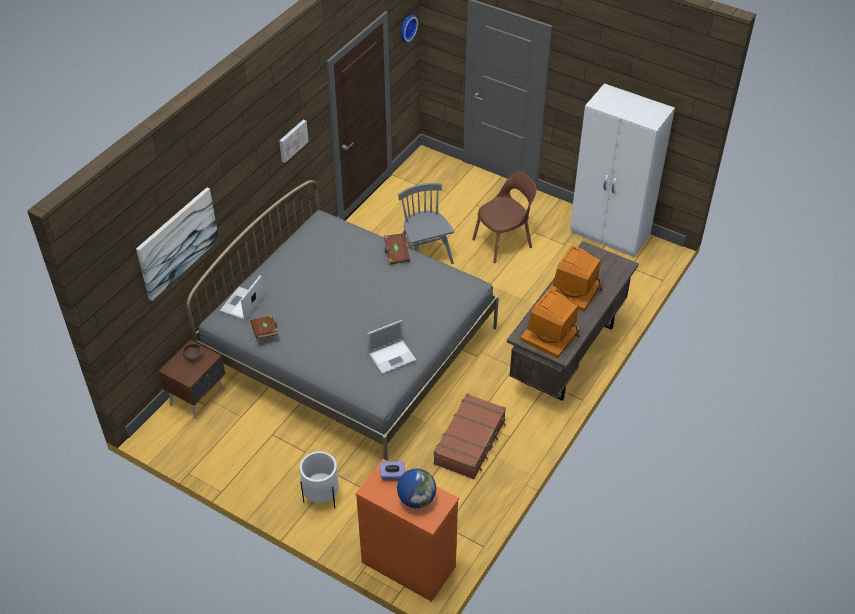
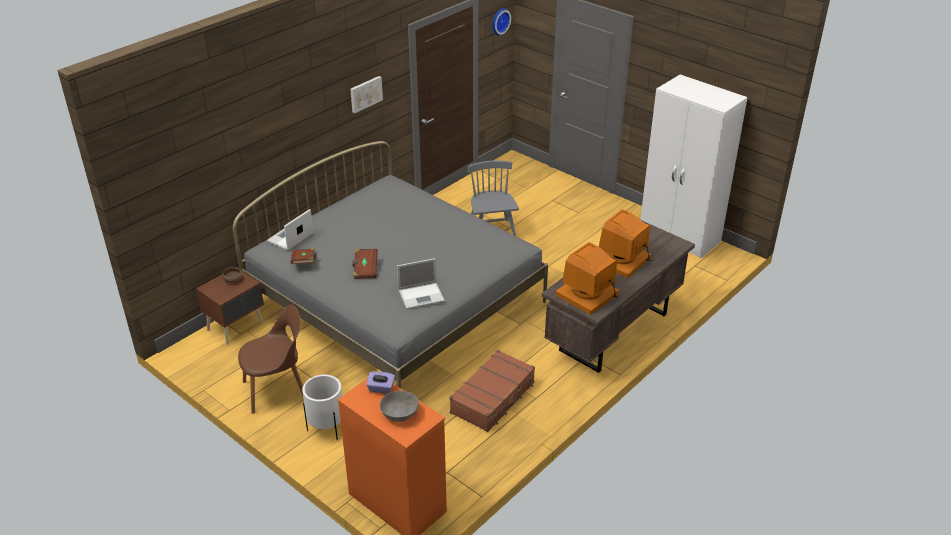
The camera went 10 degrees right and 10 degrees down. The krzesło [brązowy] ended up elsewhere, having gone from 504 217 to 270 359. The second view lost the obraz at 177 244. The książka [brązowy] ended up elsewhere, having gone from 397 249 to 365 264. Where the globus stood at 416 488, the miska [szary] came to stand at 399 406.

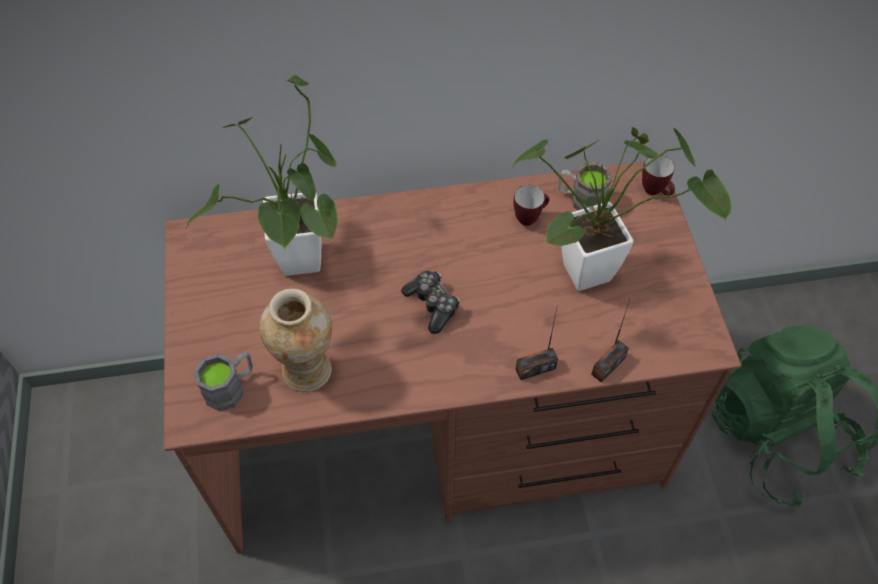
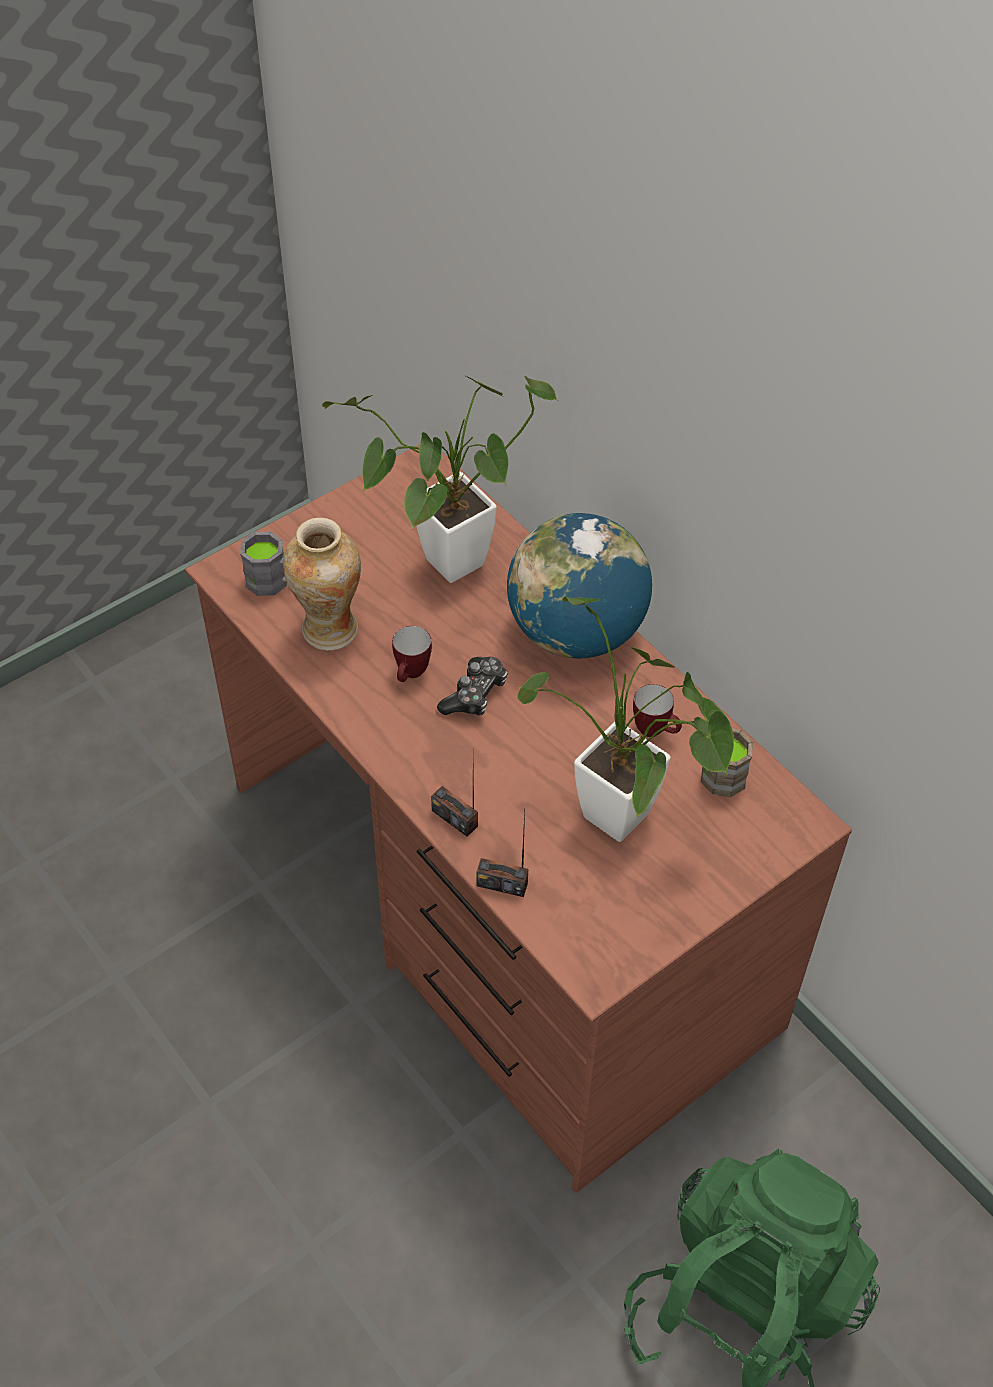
The camera went 60 degrees right and 5 degrees down. The kubek ended up elsewhere, having gone from 658 175 to 412 654. The second view gained the globus at 579 585.

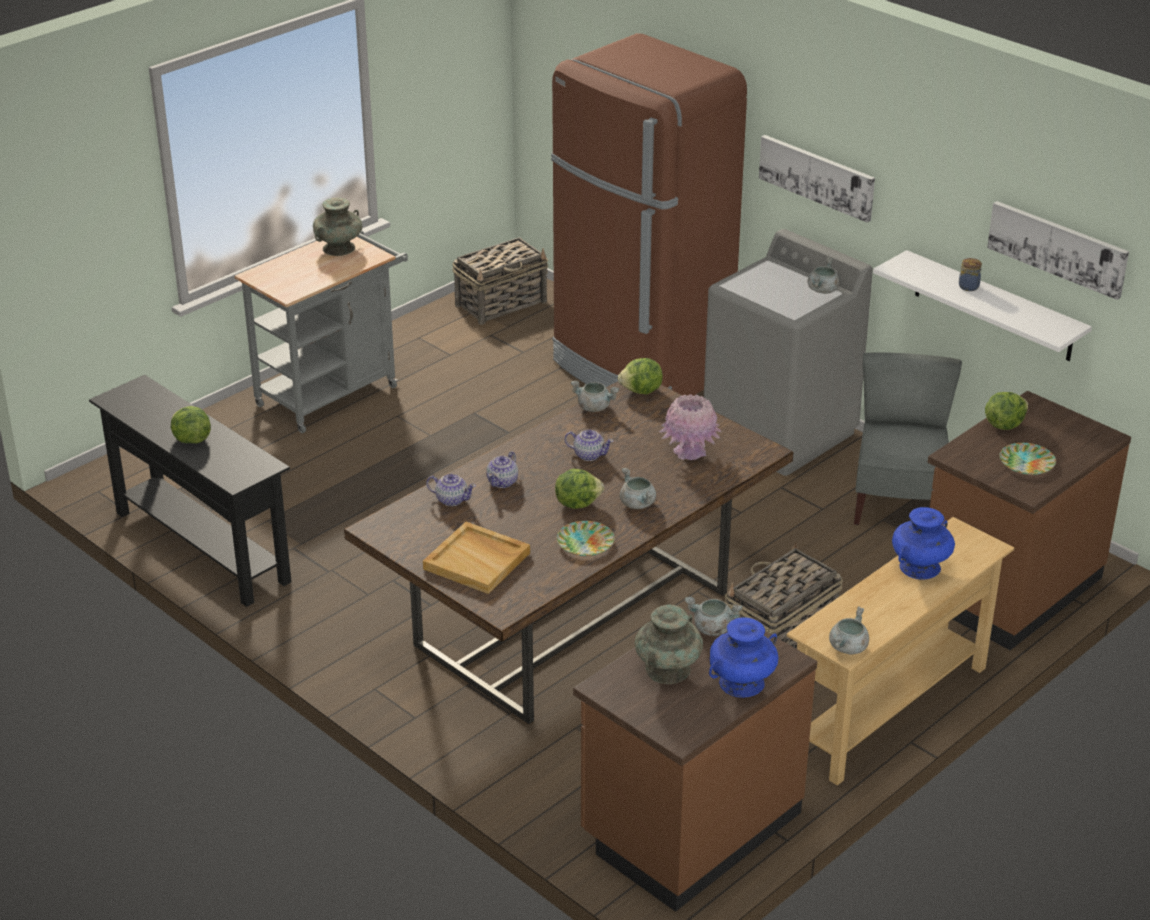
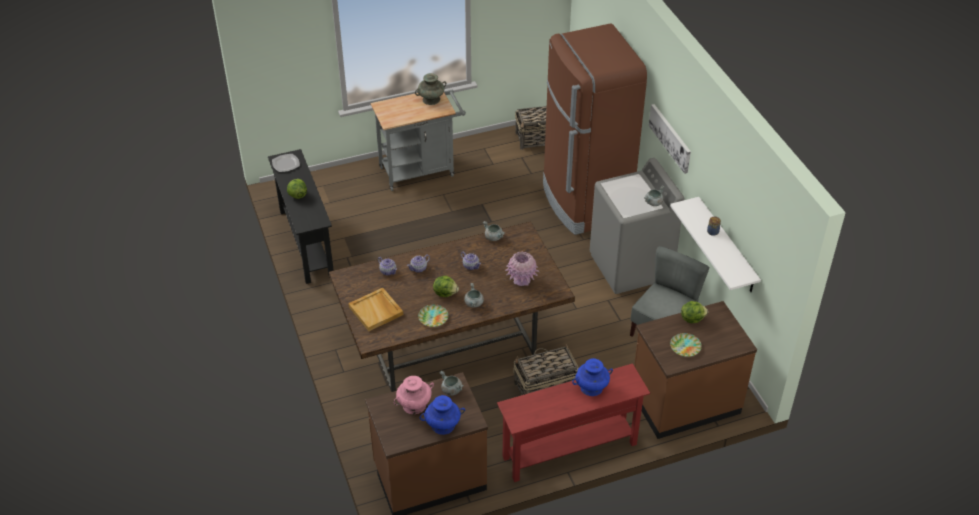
The camera went 25 degrees right and 10 degrees up. The second view lost the obraz at 1058 250. The second view lost the sałata at 640 376. What was the stolik konsolowy [beżowy] at 901 651 turned into the stolik konsolowy [czerwony] at 573 422. What was the wazon [turkusowy] at 669 644 turned into the wazon [różowy] at 414 395. The second view lost the garnek [szary] at 849 630. The second view gained the talerz at 286 163.

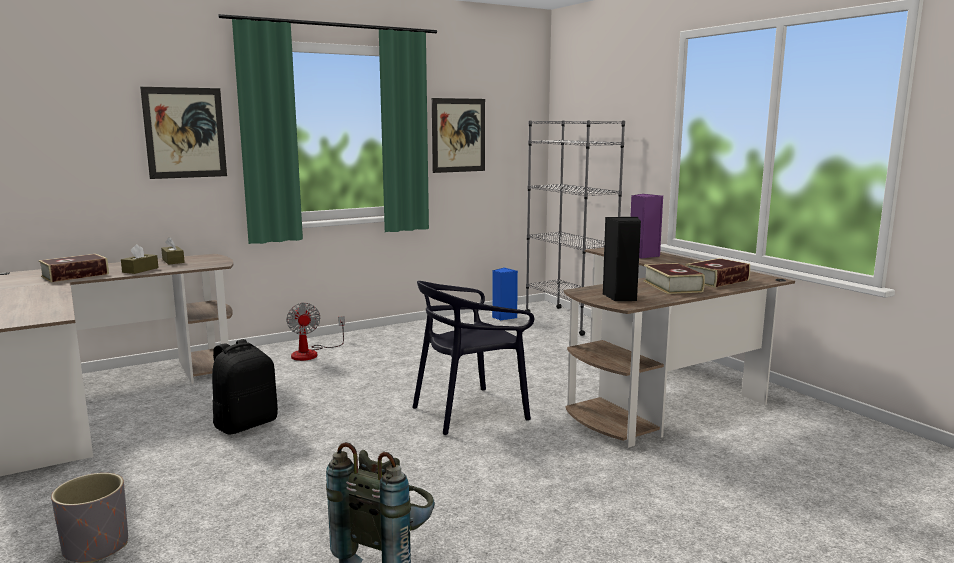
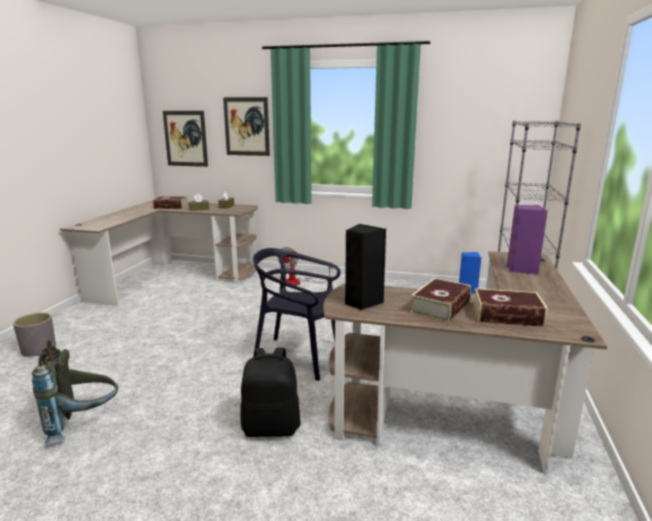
The camera went 45 degrees right and 5 degrees up. The obraz ended up elsewhere, having gone from 458 135 to 185 139. The plecak [czarny] ended up elsewhere, having gone from 245 387 to 270 392.

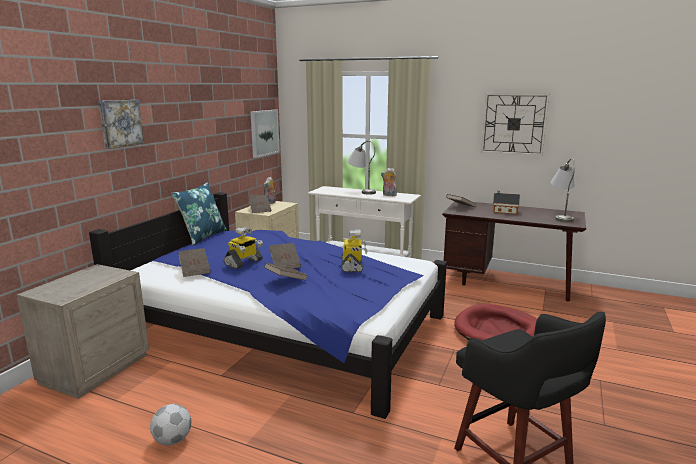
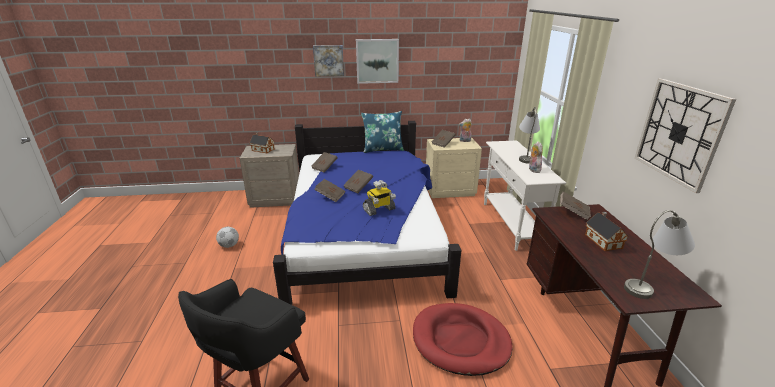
The camera went 60 degrees right and 10 degrees up. The obraz ended up elsewhere, having gone from 265 134 to 377 61. The second view lost the robot zabawkowy at 243 248. The second view gained the domek at 262 143.

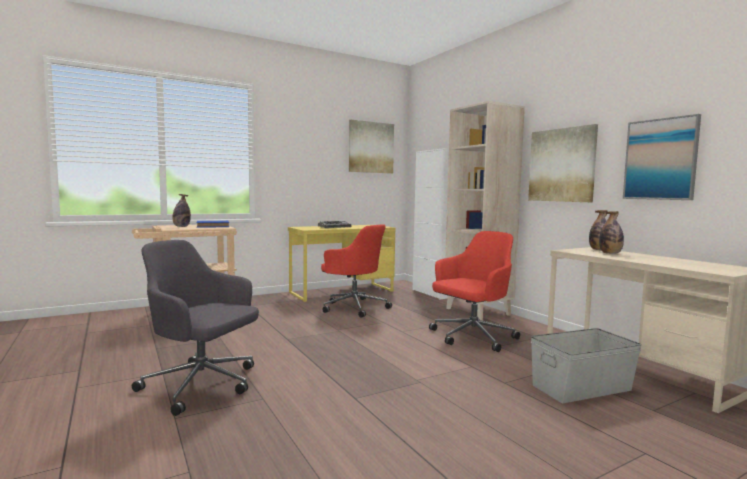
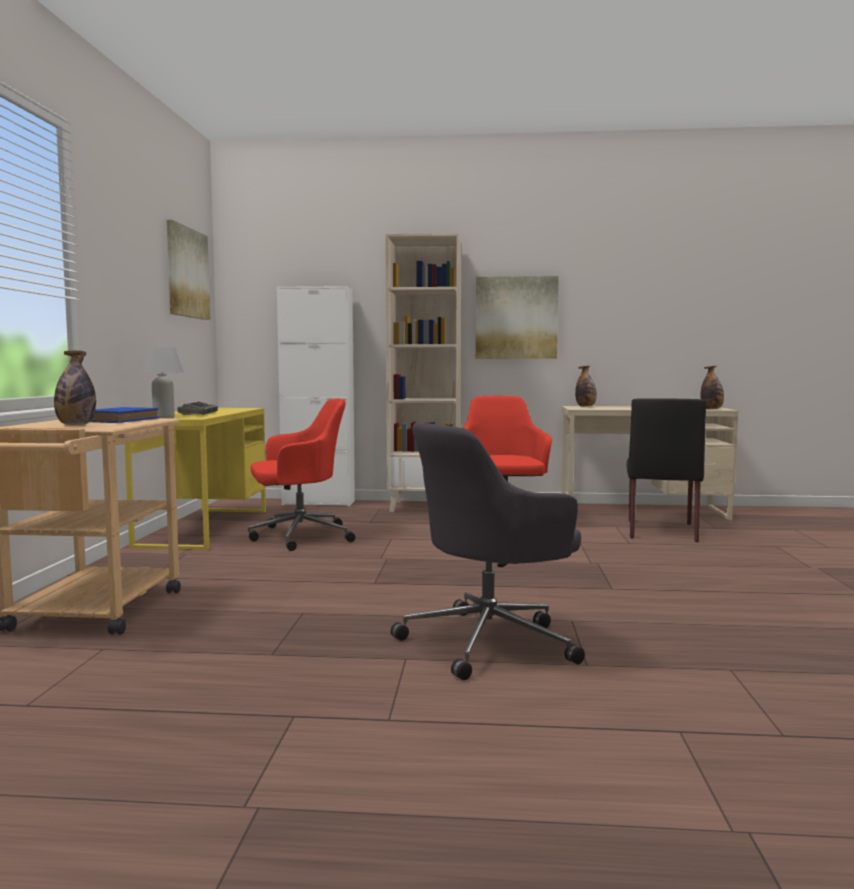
The camera went 55 degrees left and 0 degrees up. The second view lost the obraz at 662 157. The butelka ended up elsewhere, having gone from 611 232 to 712 387. Where the pojemnik do przechowywania [szary] stood at 586 365, the krzesło [czarny] came to stand at 666 470. The second view gained the lampa stołowa [biały] at 162 383.

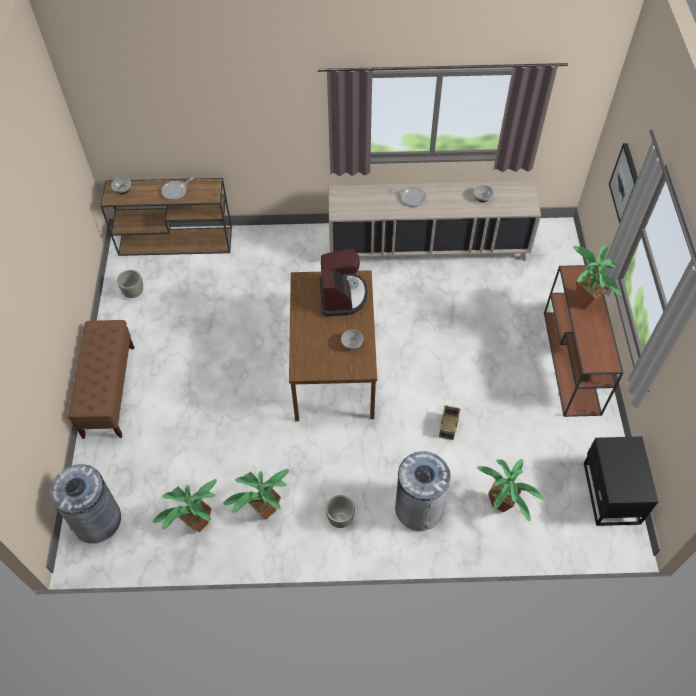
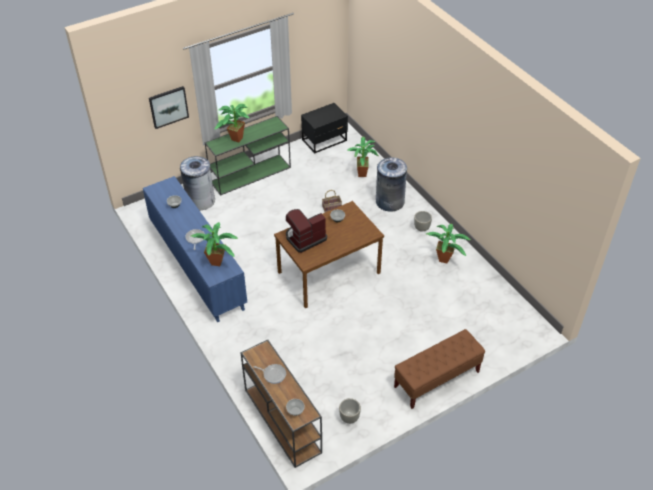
The camera went 120 degrees left and 10 degrees down. What was the szafka [beżowy] at 434 221 turned into the szafka [niebieski] at 195 249. What was the stolik konsolowy [brązowy] at 583 341 turned into the stolik konsolowy [zielony] at 248 156. The kosz na śmieci [szary] ended up elsewhere, having gone from 85 504 to 197 183. The roślina doniczkowa ended up elsewhere, having gone from 185 505 to 214 244.

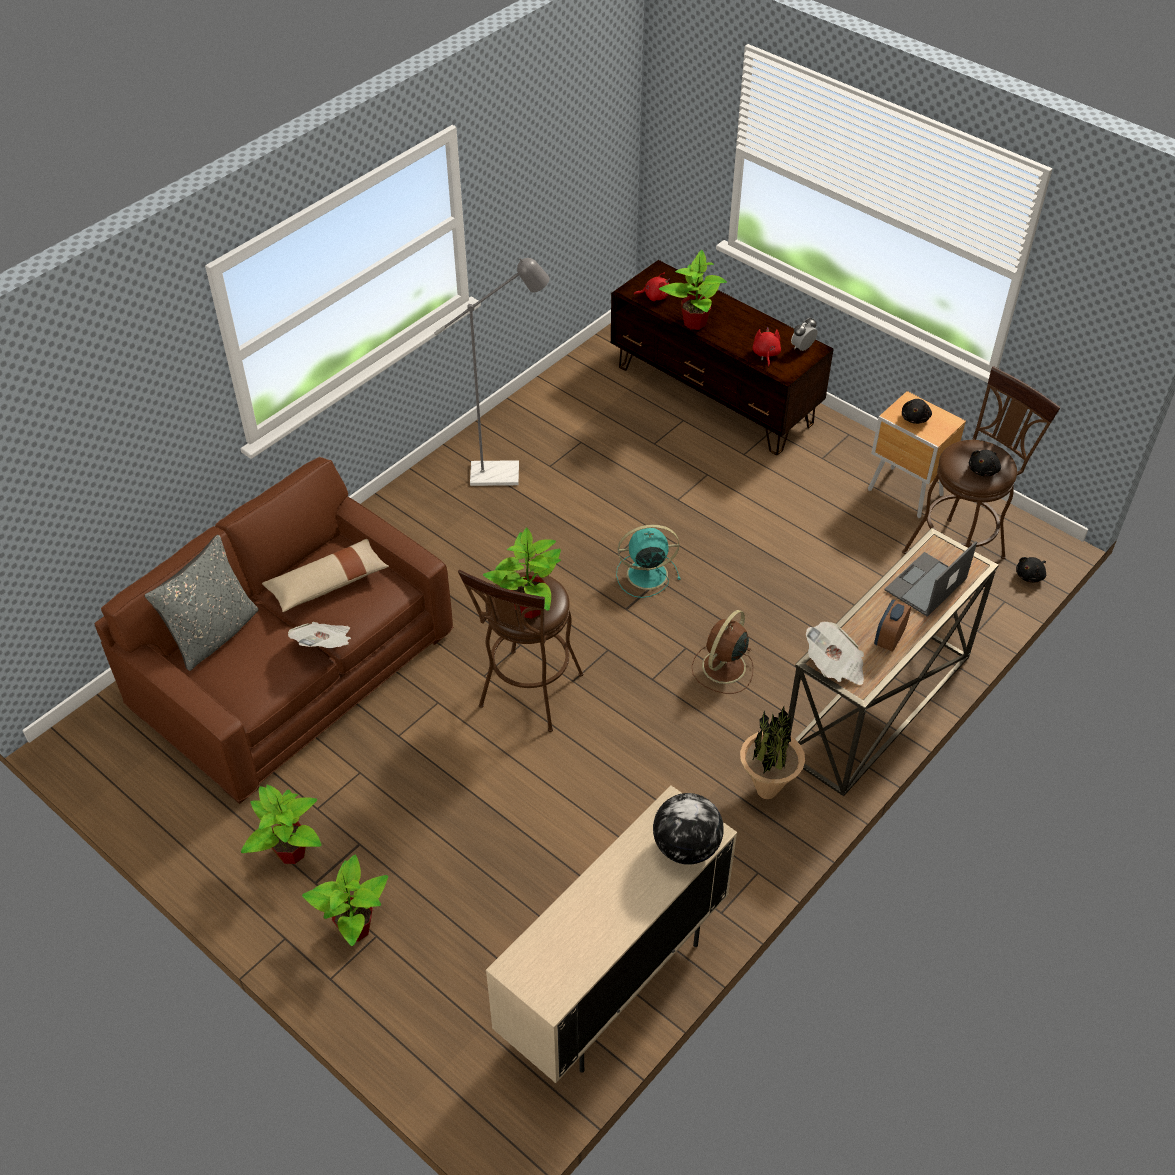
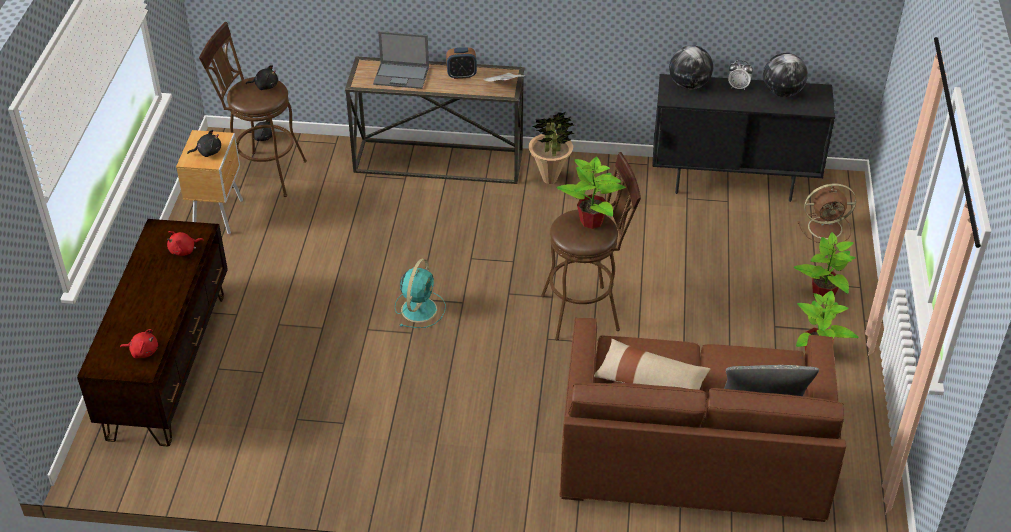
The camera went 125 degrees left and 5 degrees down. The second view lost the roślina doniczkowa at 693 290. The second view lost the lampa stojąca [szary] at 492 372. The pluszak [czerwony] at 651 287 ended up facing another way, 135 degrees clockwise from before. The budzik ended up elsewhere, having gone from 804 334 to 740 75. The wentylator [turkusowy] at 648 561 ended up facing another way, 120 degrees counterclockwise from before. The wentylator [brązowy] ended up elsewhere, having gone from 722 652 to 827 213. The second view lost the gazeta at 319 635. What was the szafka [beżowy] at 611 934 turned into the szafka [czarny] at 743 138. The second view gained the globus at 785 75.

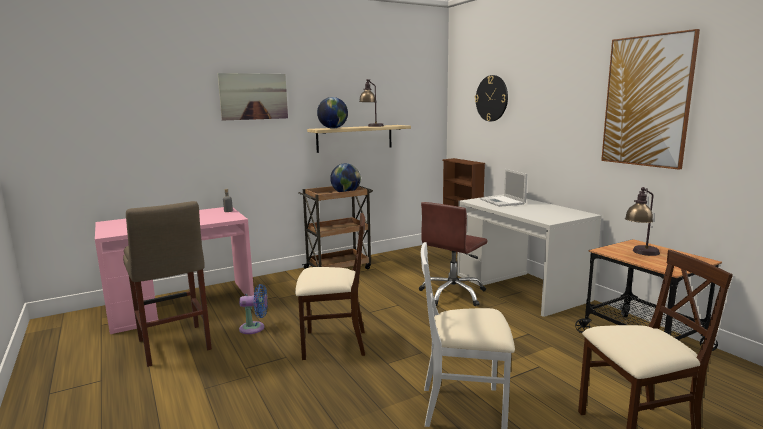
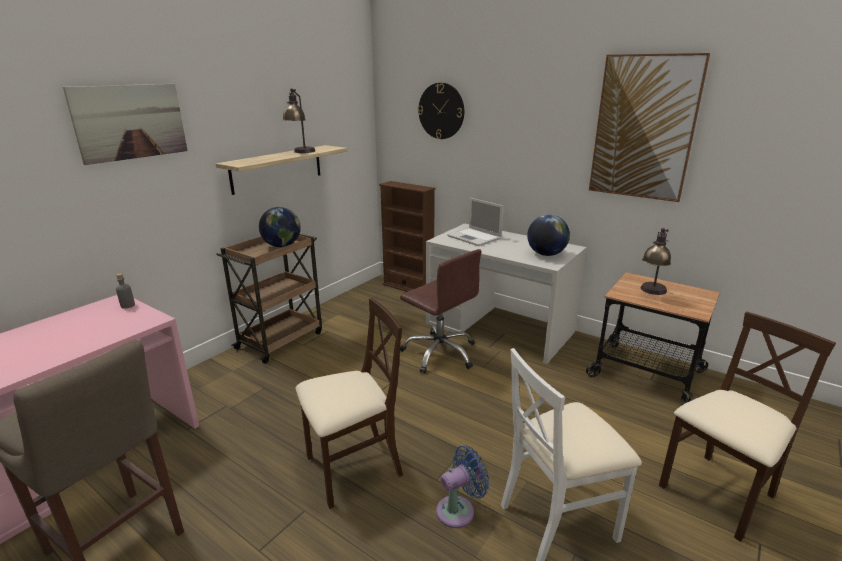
The camera went 25 degrees left and 10 degrees up. The globus ended up elsewhere, having gone from 332 113 to 548 235. The krzesło biurowe [brązowy] at 453 254 ended up facing another way, 60 degrees counterclockwise from before. The wentylator [niebieski] ended up elsewhere, having gone from 253 309 to 462 486.

